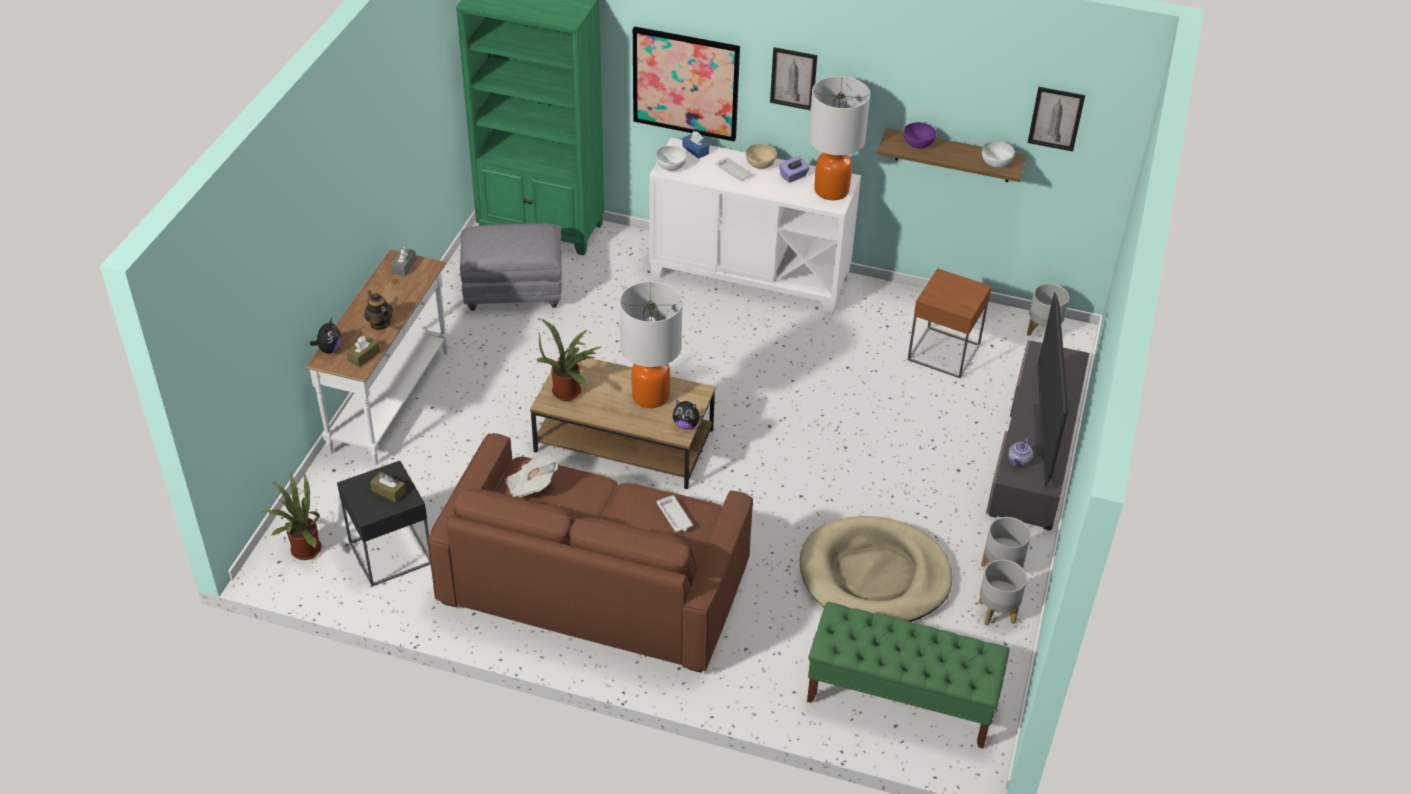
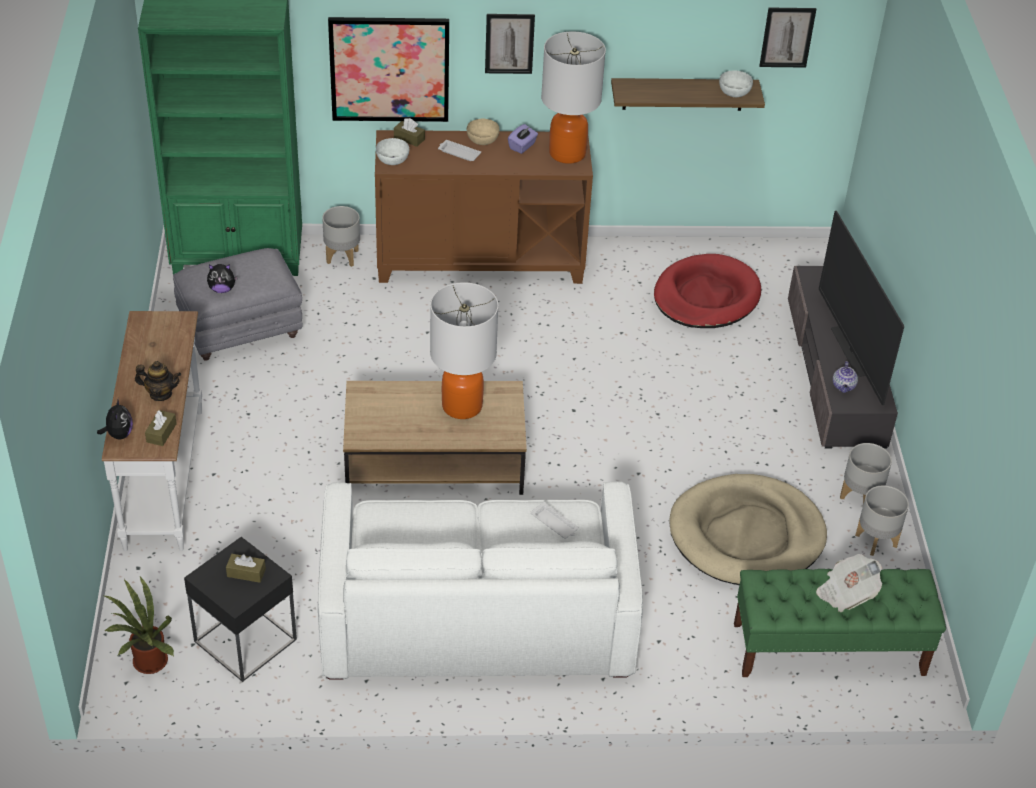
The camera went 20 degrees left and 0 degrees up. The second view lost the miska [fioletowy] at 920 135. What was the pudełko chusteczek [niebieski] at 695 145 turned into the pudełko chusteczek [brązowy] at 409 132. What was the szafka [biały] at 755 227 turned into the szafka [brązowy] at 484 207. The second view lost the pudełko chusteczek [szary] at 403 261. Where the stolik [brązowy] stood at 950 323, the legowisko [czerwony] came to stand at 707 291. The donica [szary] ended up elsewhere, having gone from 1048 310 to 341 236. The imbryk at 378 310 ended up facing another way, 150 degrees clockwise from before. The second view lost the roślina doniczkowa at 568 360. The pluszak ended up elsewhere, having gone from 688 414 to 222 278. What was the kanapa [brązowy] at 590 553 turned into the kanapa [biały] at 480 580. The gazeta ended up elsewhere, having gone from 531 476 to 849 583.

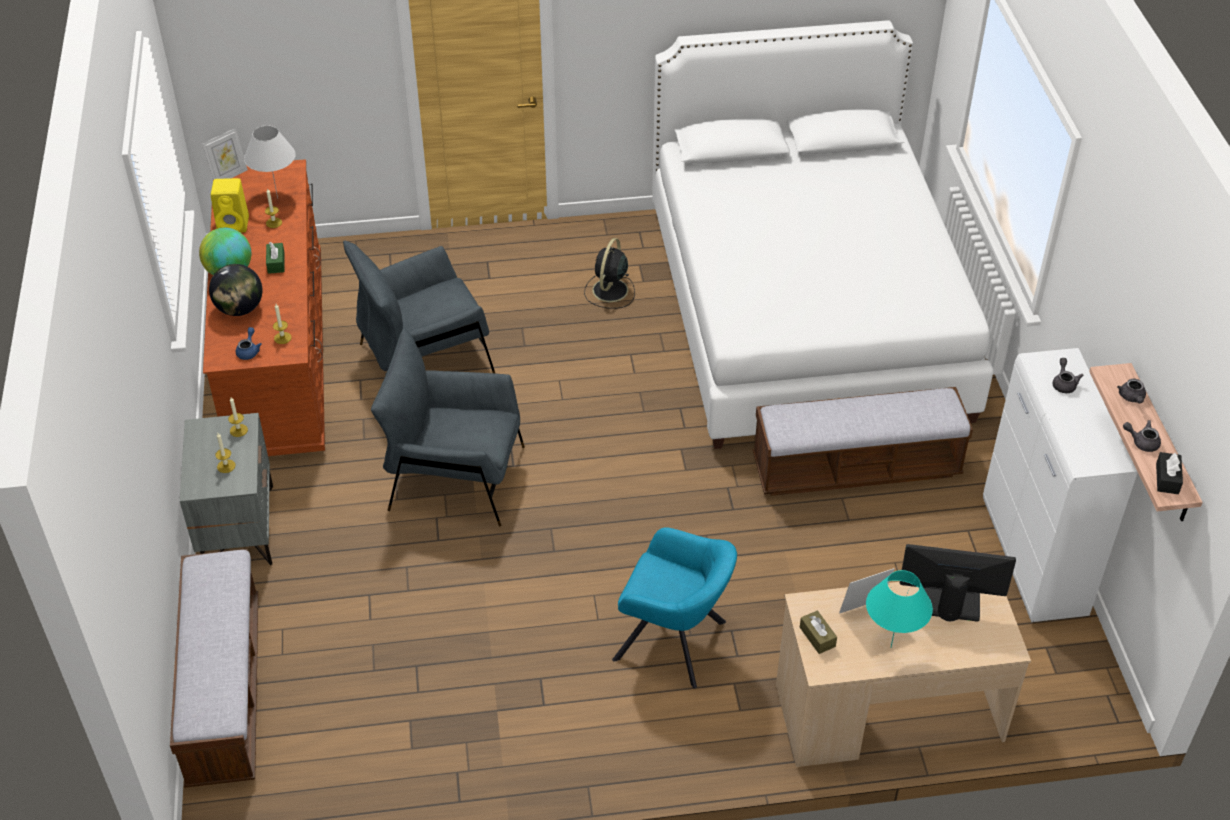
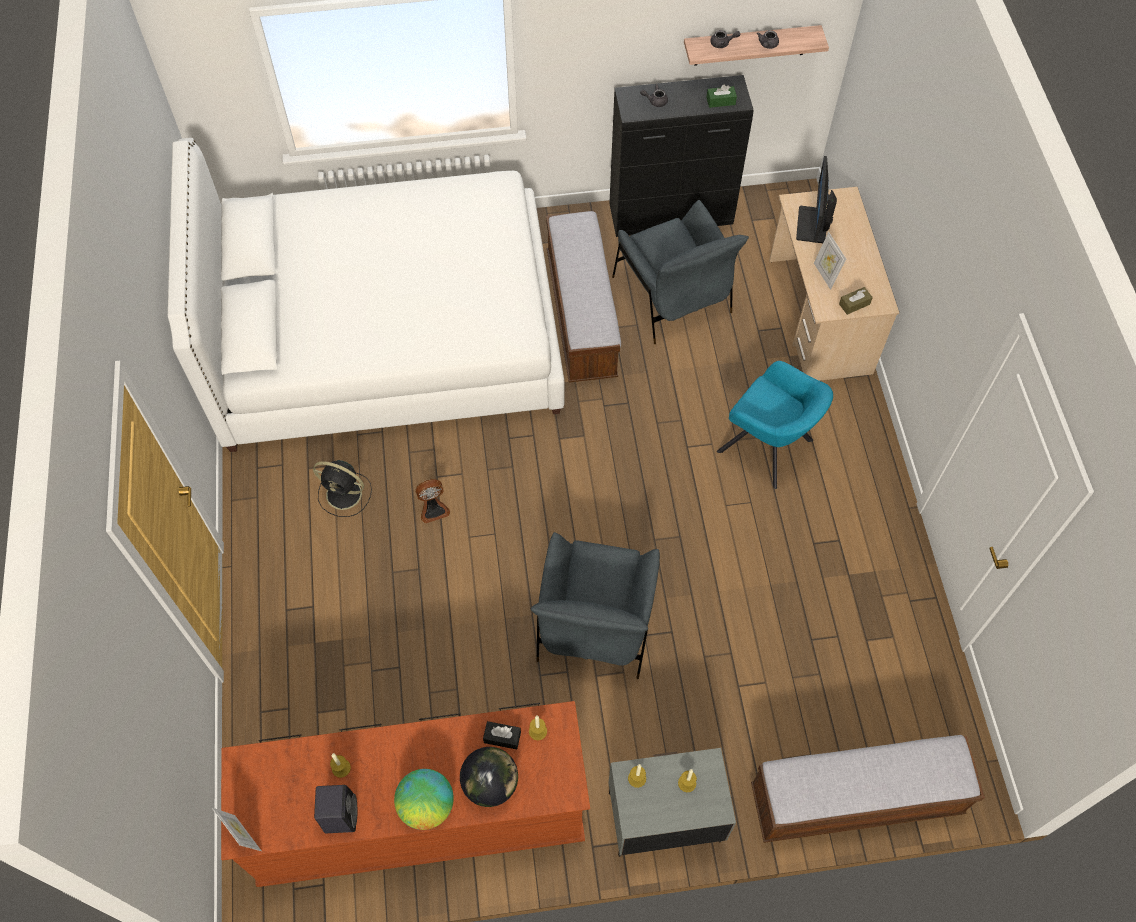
The camera went 90 degrees left and 15 degrees up. The second view lost the lampa stołowa [biały] at 270 162. What was the głośnik [żółty] at 230 205 turned into the głośnik [czarny] at 335 809. The fotel [szary] ended up elsewhere, having gone from 419 307 to 680 272. The pudełko chusteczek [zielony] ended up elsewhere, having gone from 275 258 to 721 96. The second view lost the imbryk [niebieski] at 249 343. What was the szafka [biały] at 1060 485 turned into the szafka [czarny] at 681 156. The pudełko chusteczek [czarny] ended up elsewhere, having gone from 1169 473 to 502 735. The fotel [turkusowy] at 674 607 ended up facing another way, 105 degrees clockwise from before. The second view lost the lampa stołowa [turkusowy] at 899 608. The second view gained the wentylator at 432 501.

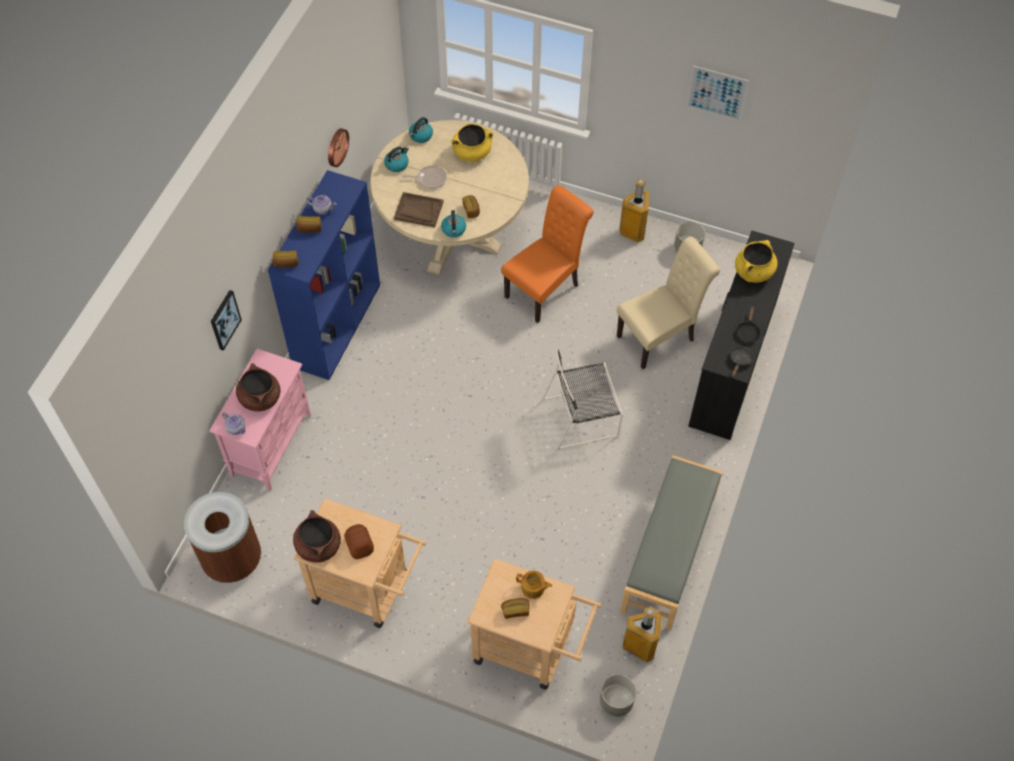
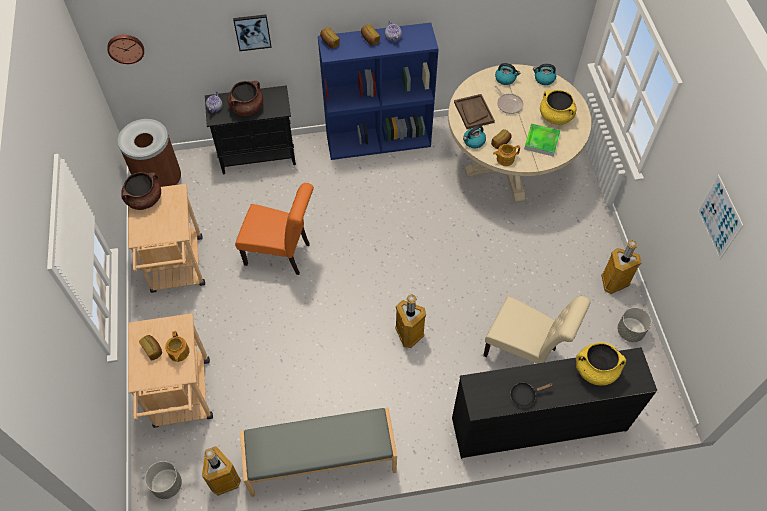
The camera went 60 degrees right and 0 degrees up. The zegar ścienny ended up elsewhere, having gone from 338 147 to 125 49. The krzesło [pomarańczowy] ended up elsewhere, having gone from 547 254 to 274 229. The second view lost the patelnia [czarny] at 742 361. What was the szafka [różowy] at 260 420 turned into the szafka [czarny] at 250 129. Where the krzesło [czarny] stood at 583 399, the kosz na śmieci came to stand at 410 321. The second view lost the chleb at 359 541. The second view gained the taca at 542 140. The second view gained the imbryk at 506 155.

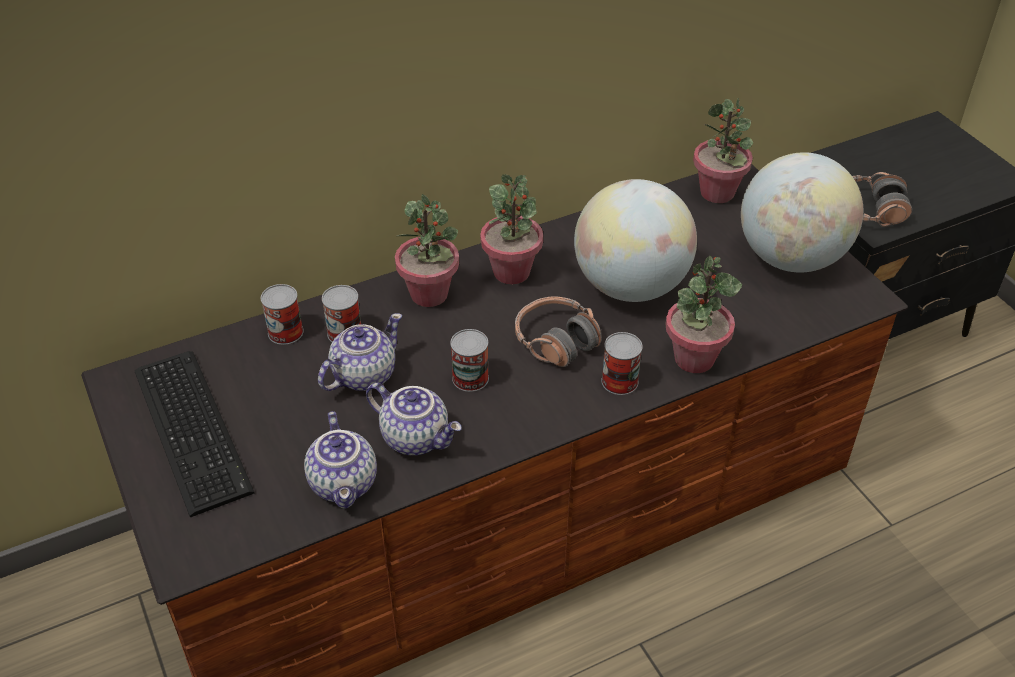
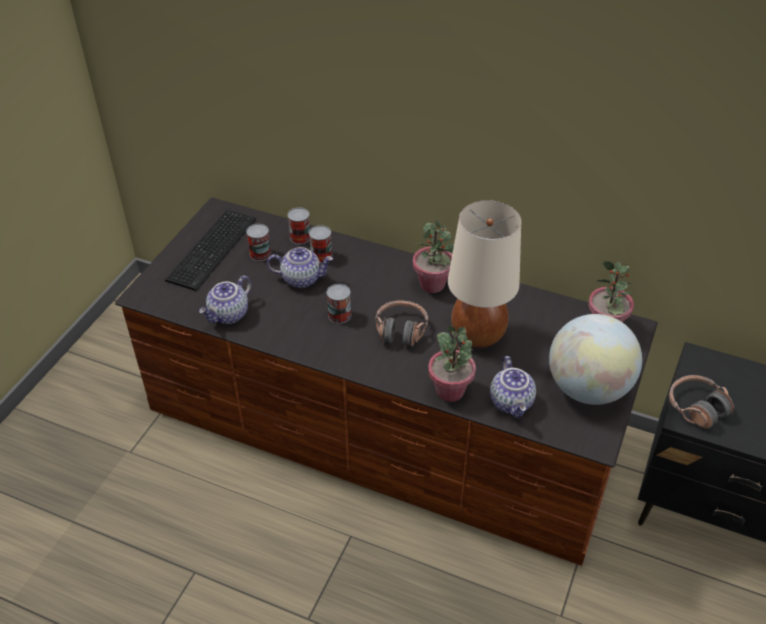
The camera went 50 degrees right and 0 degrees up. Where the globus stood at 635 240, the lampa stołowa [beżowy] came to stand at 484 274. The second view lost the roślina doniczkowa at 427 250. The puszka ended up elsewhere, having gone from 622 363 to 258 242. The imbryk ended up elsewhere, having gone from 414 419 to 513 387.

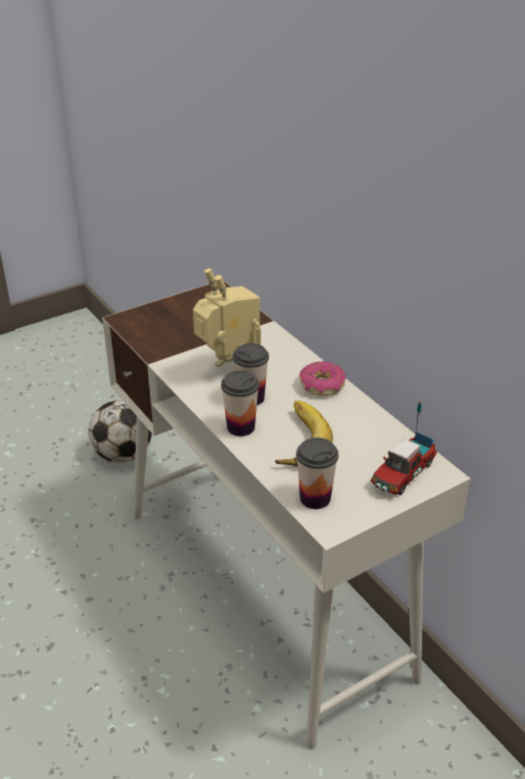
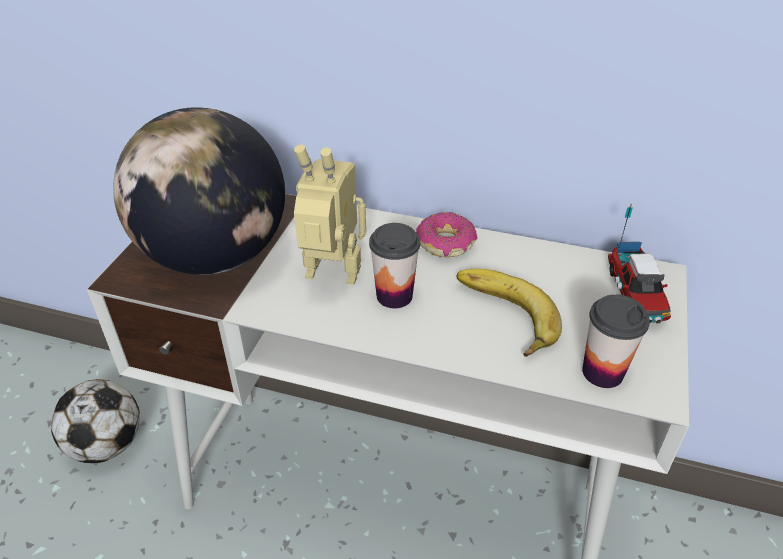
The camera went 40 degrees left and 5 degrees up. The second view lost the filiżanka at 240 403. The second view gained the globus at 199 191.

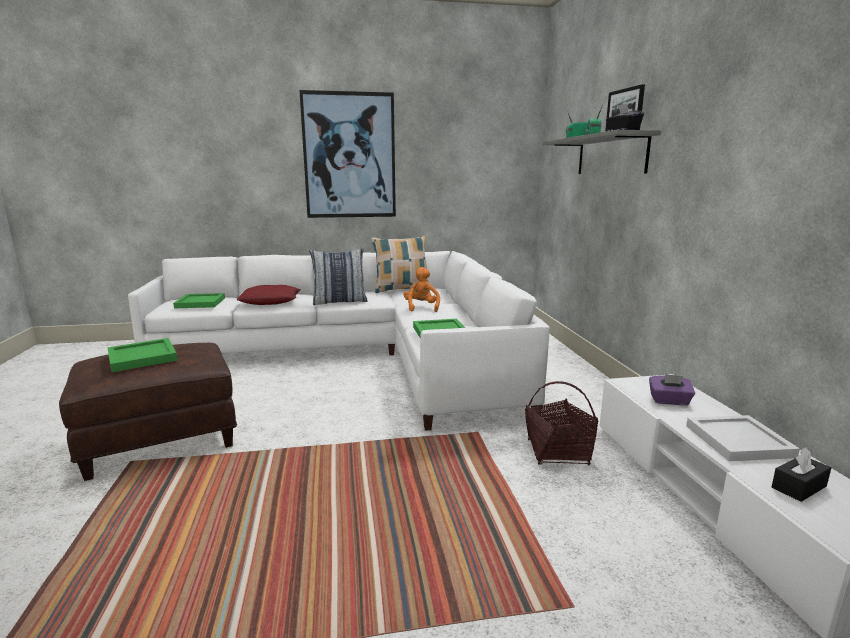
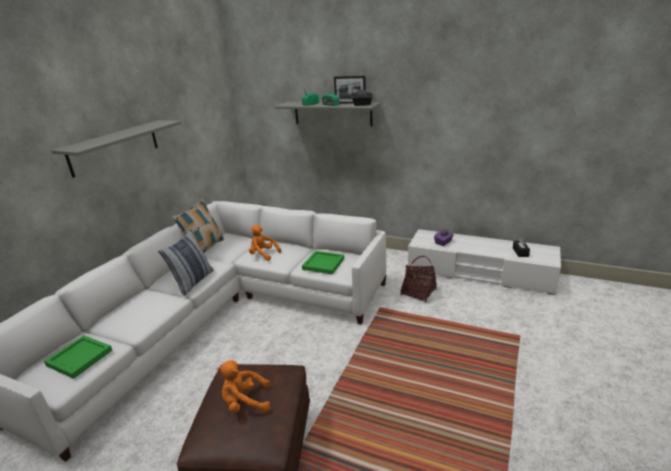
The camera went 55 degrees left and 10 degrees up. Where the obraz hung at 347 154, the półka [szary] came to hang at 116 149. The second view lost the poduszka [czerwony] at 268 295. Where the taca [zielony] stood at 142 355, the pluszak [pomarańczowy] came to stand at 243 386. The second view lost the taca [biały] at 743 438.

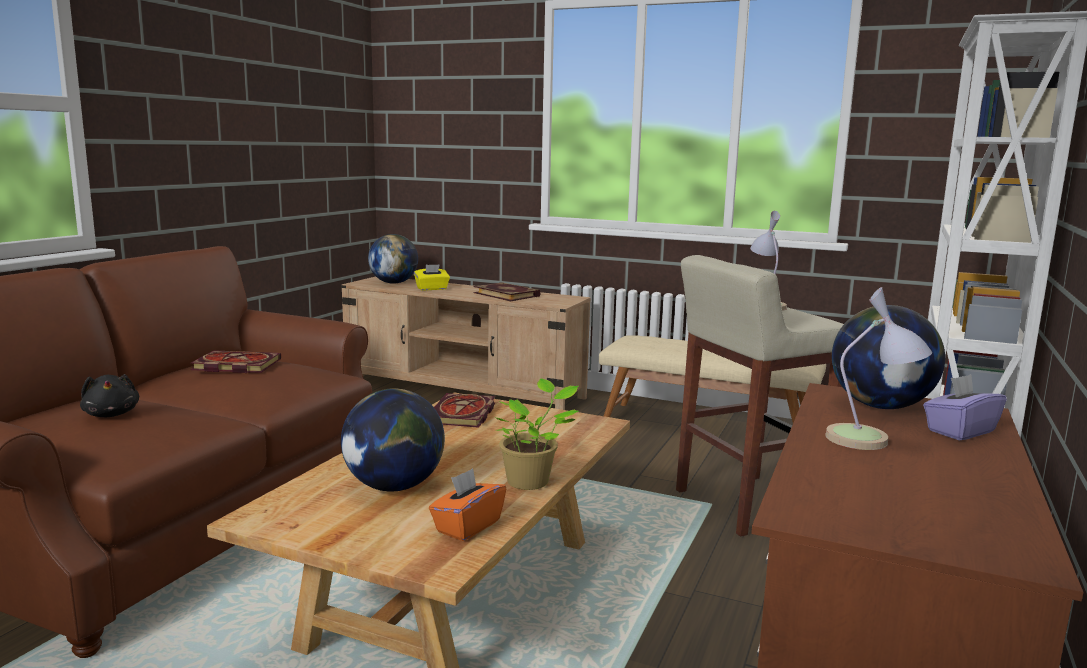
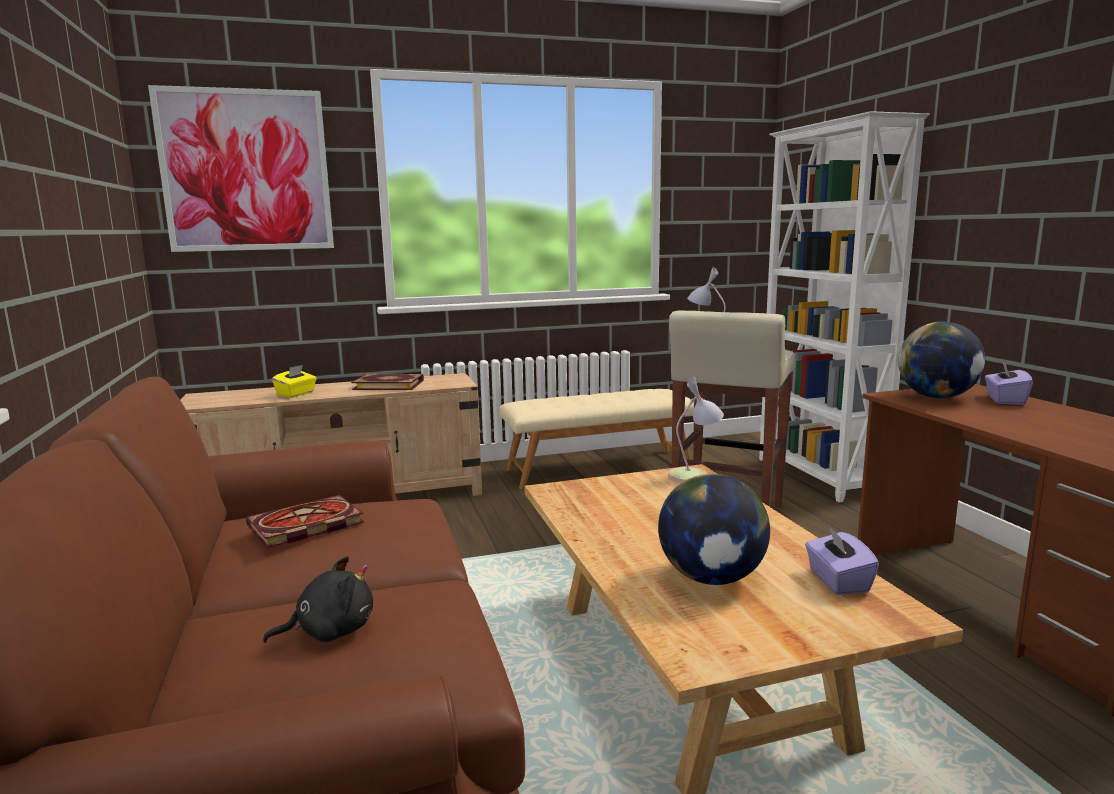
The camera went 40 degrees left and 0 degrees up. The second view lost the globus at 393 259. The lampa stołowa ended up elsewhere, having gone from 878 368 to 696 430. The pluszak [czarny] at 109 395 ended up facing another way, 45 degrees counterclockwise from before. The second view lost the roślina doniczkowa at 536 434. The second view lost the książka at 464 410. What was the pudełko chusteczek [pomarańczowy] at 467 504 turned into the pudełko chusteczek [fioletowy] at 842 560. The second view gained the obraz at 241 168.

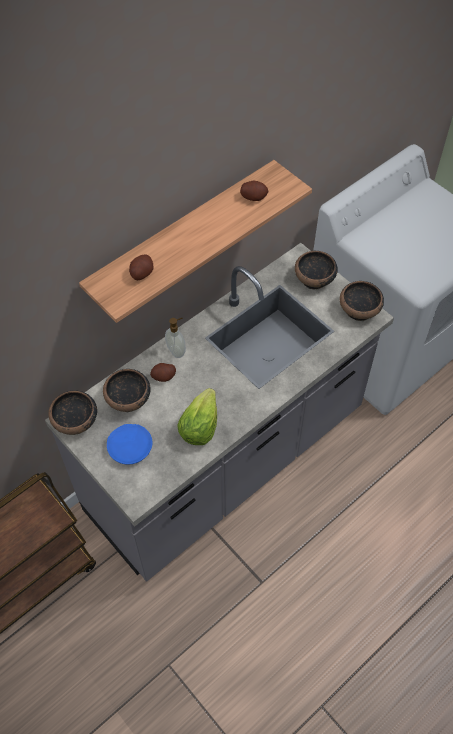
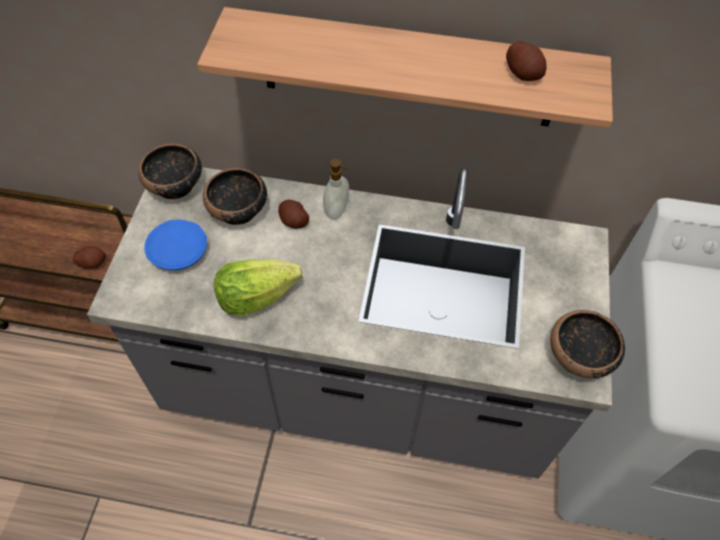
The camera went 50 degrees right and 0 degrees up. The second view lost the miska at 316 270. The ziemniak ended up elsewhere, having gone from 141 267 to 89 257.

